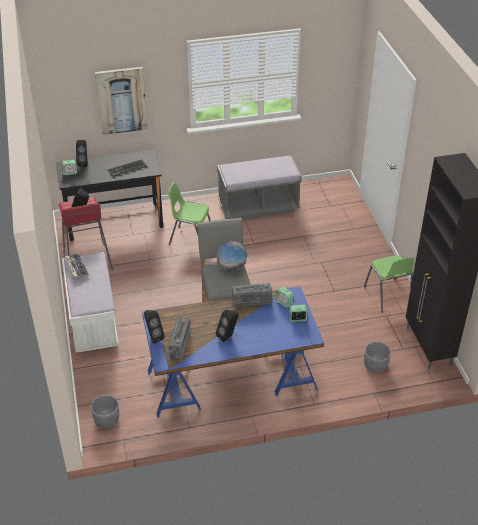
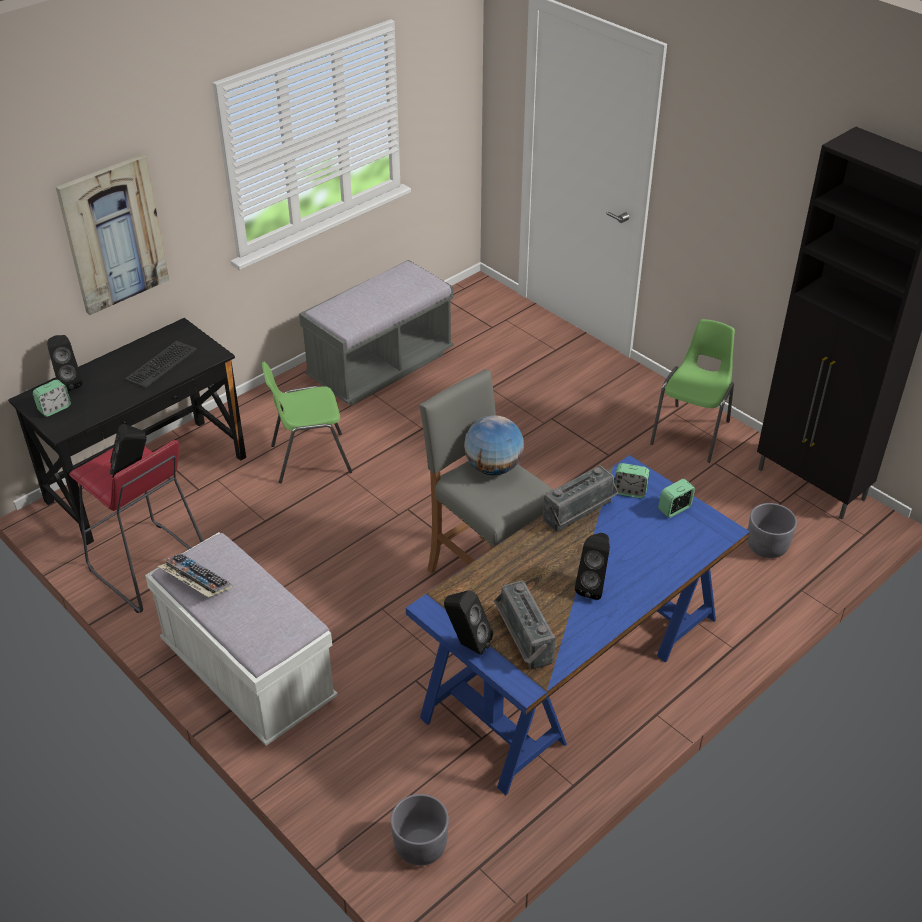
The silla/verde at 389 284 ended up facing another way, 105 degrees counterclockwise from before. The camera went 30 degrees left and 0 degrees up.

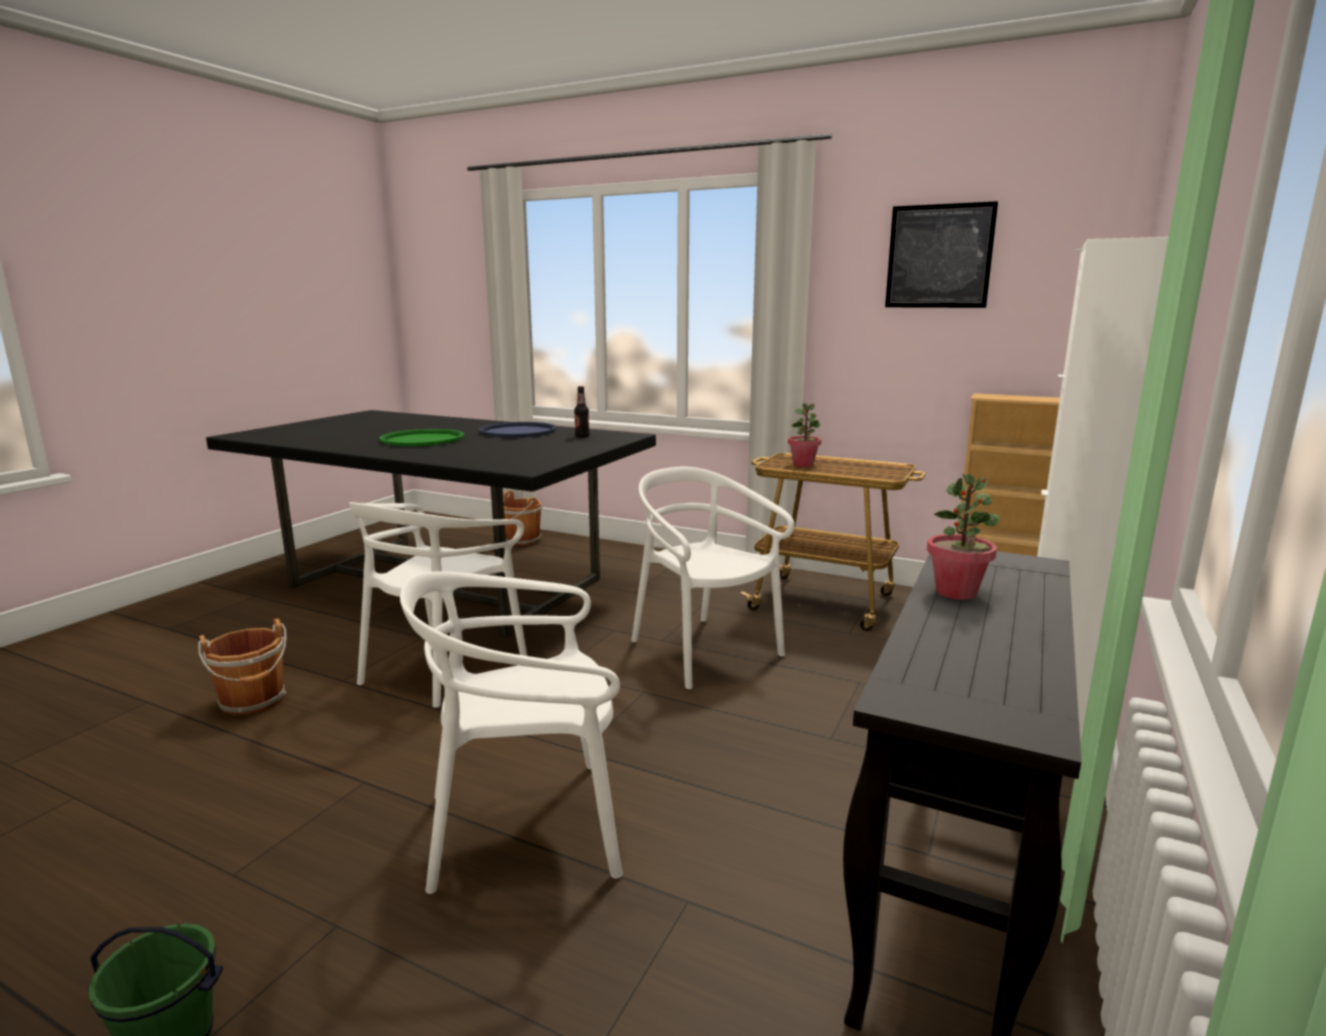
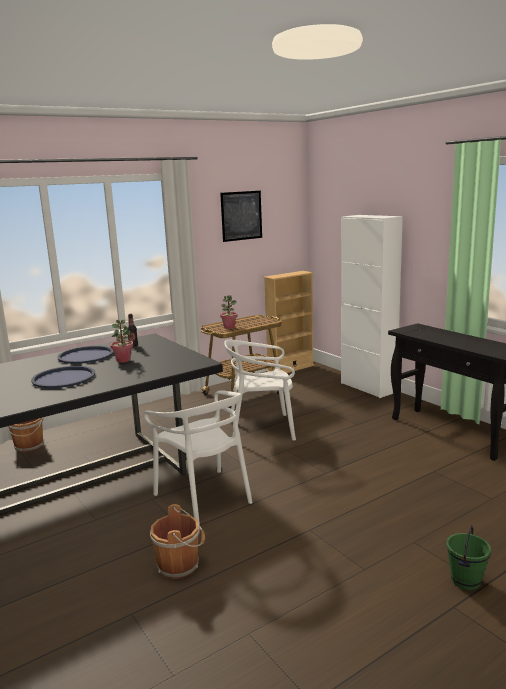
What was the bandeja/verde at 421 437 turned into the bandeja/azul at 63 377. The planta en maceta ended up elsewhere, having gone from 963 537 to 121 341. The second view lost the silla/blanco at 511 732. The camera went 60 degrees left and 0 degrees up.

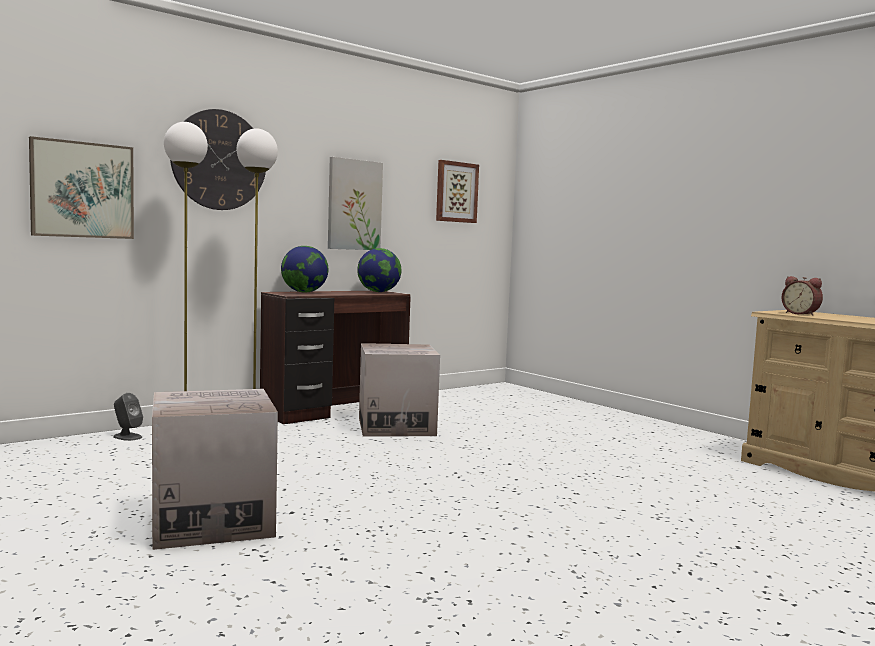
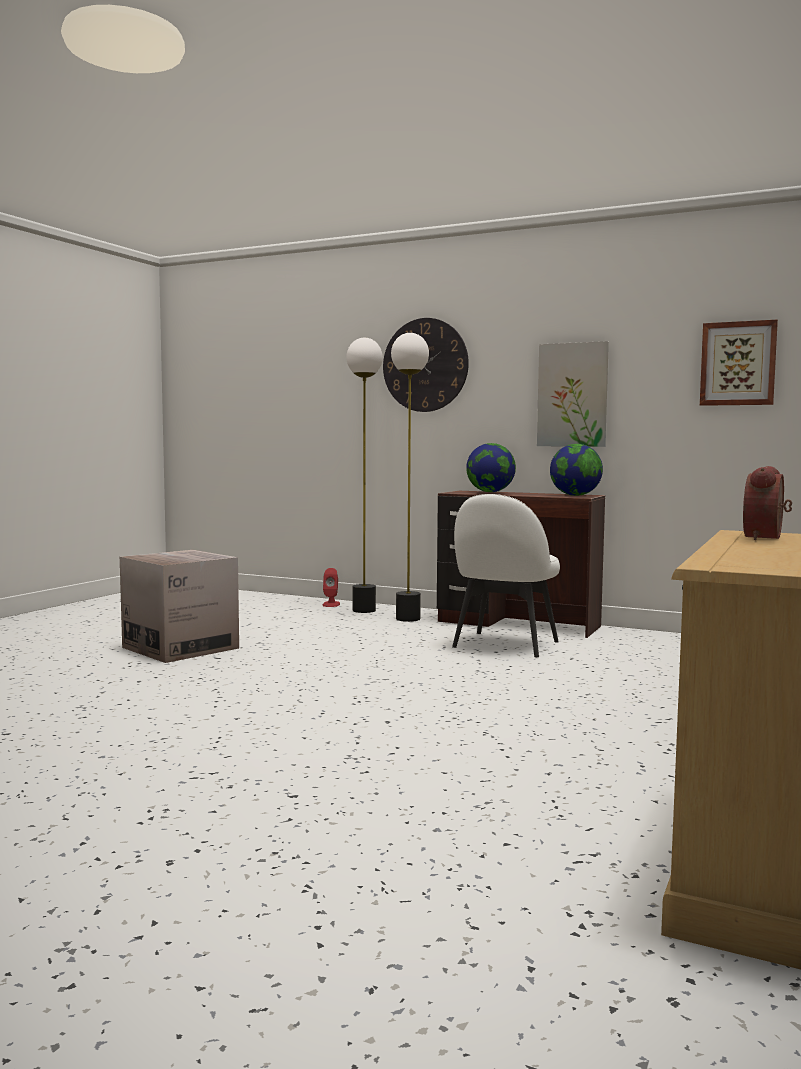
The second view lost the cuadro at 81 187. Where the caja de cartón stood at 399 390, the silla/blanco came to stand at 506 575. What was the altavoz/gris at 128 417 turned into the altavoz/rojo at 331 587. The camera went 65 degrees right and 0 degrees up.

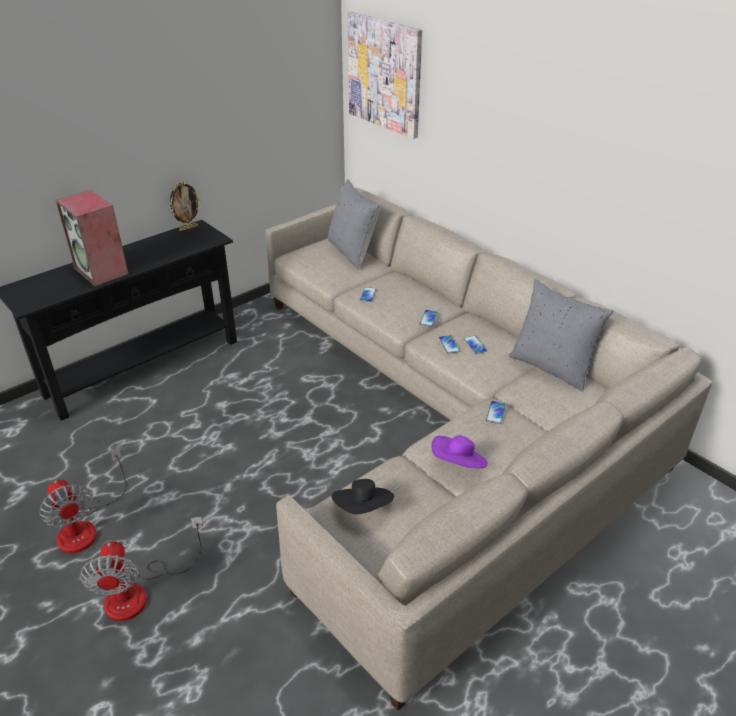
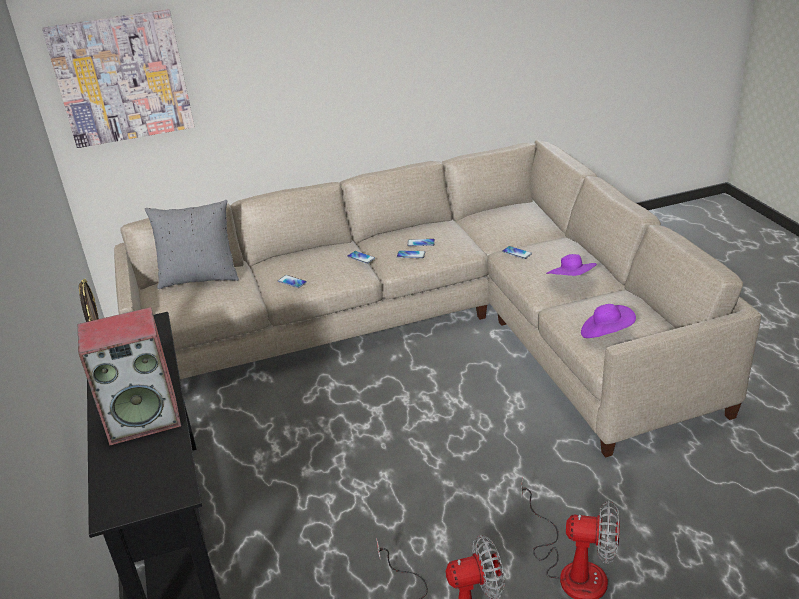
The second view lost the cojín/gris at 561 335. What was the sombrero/negro at 362 497 turned into the sombrero/morado at 608 321. The camera went 65 degrees left and 5 degrees down.

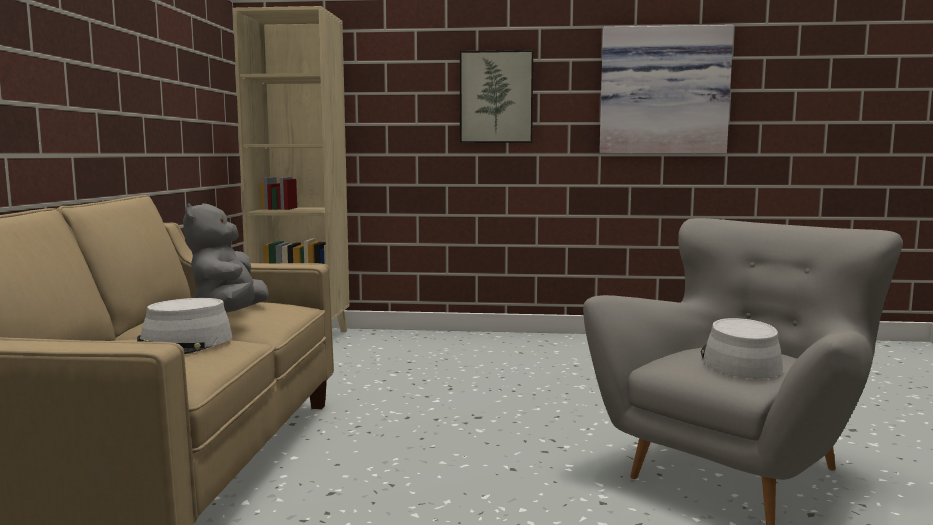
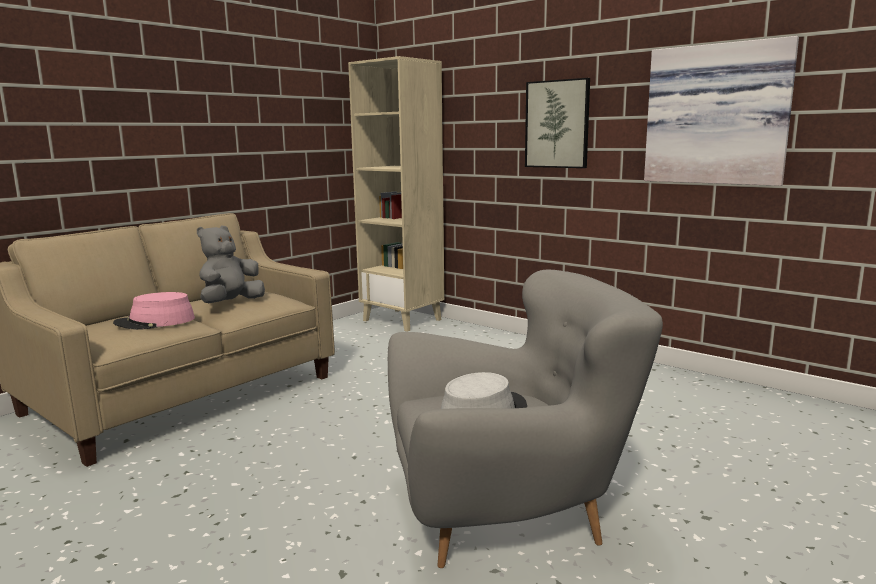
What was the sombrero/gris at 184 326 turned into the sombrero/rosa at 154 311. The camera went 35 degrees right and 5 degrees up.

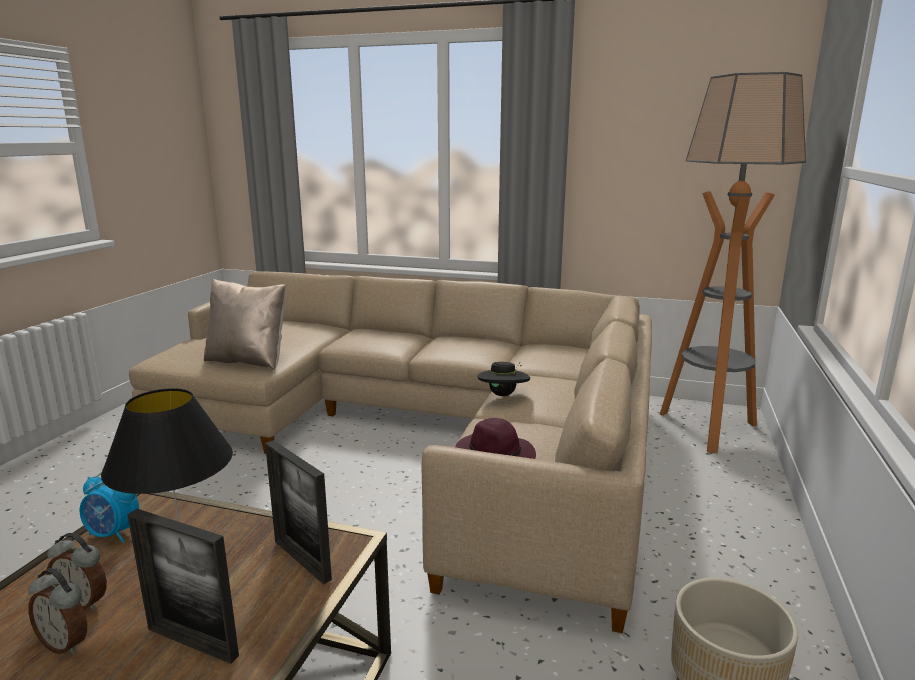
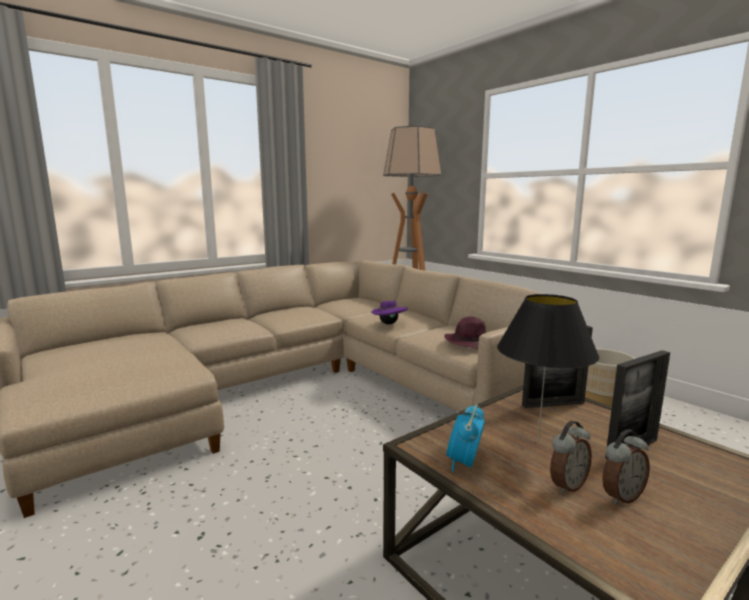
The second view lost the cojín/beis at 245 324. What was the sombrero/negro at 503 379 turned into the sombrero/morado at 389 311. The despertador at 109 507 ended up facing another way, 150 degrees clockwise from before. The camera went 55 degrees left and 5 degrees down.

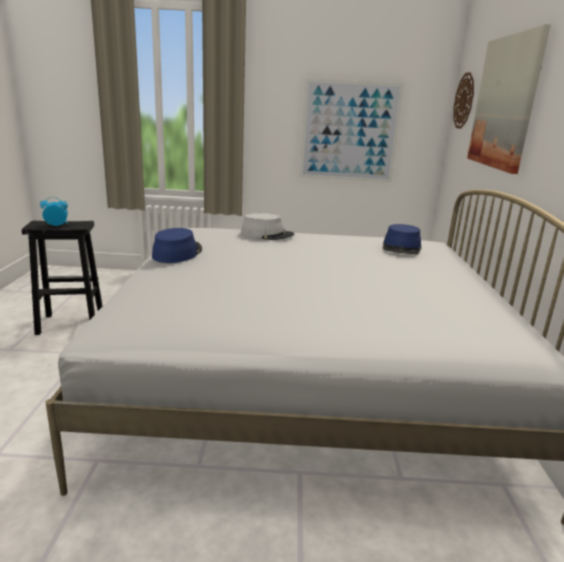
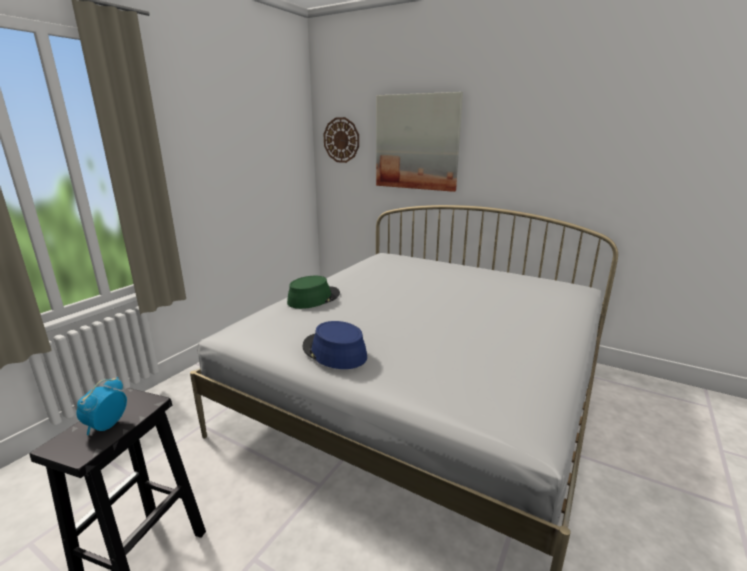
The second view lost the cuadro at 352 130. What was the sombrero/gris at 267 226 turned into the sombrero/verde at 313 292. The second view lost the sombrero/azul at 402 239. The camera went 60 degrees left and 0 degrees up.

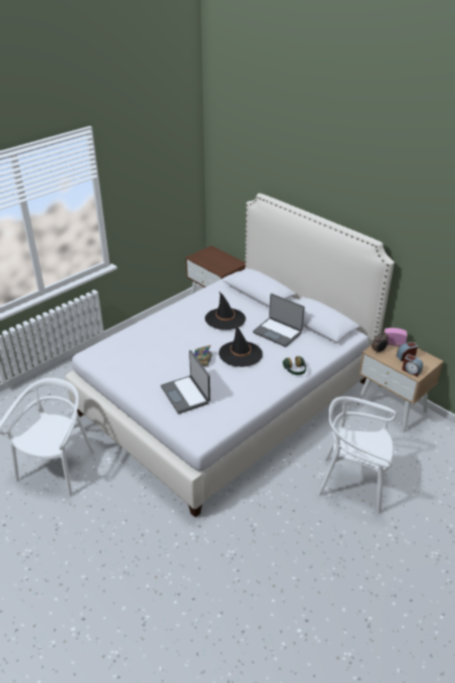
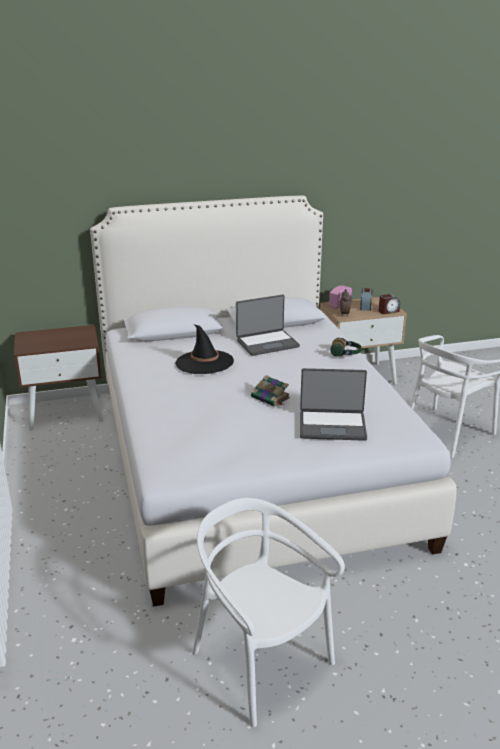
The second view lost the sombrero/negro at 241 345. The camera went 60 degrees left and 10 degrees down.

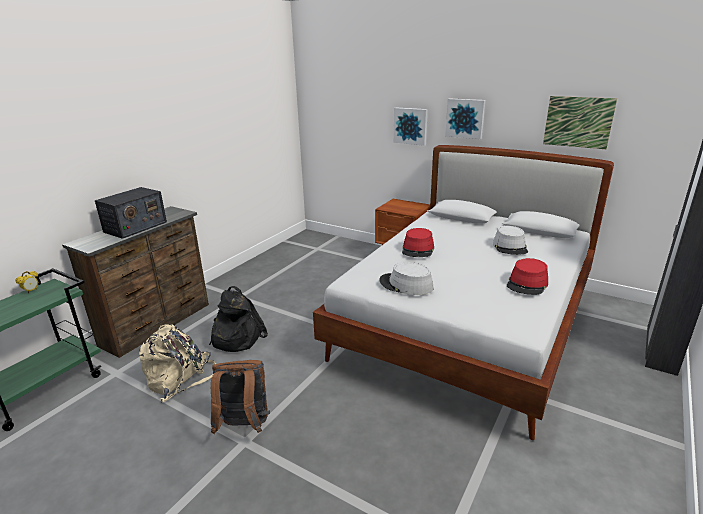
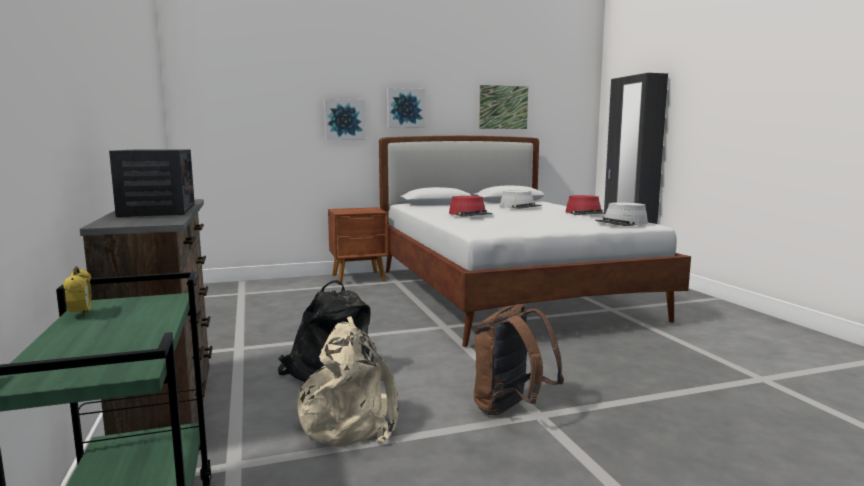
The sombrero/gris ended up elsewhere, having gone from 406 278 to 621 214. The camera went 50 degrees left and 15 degrees down.

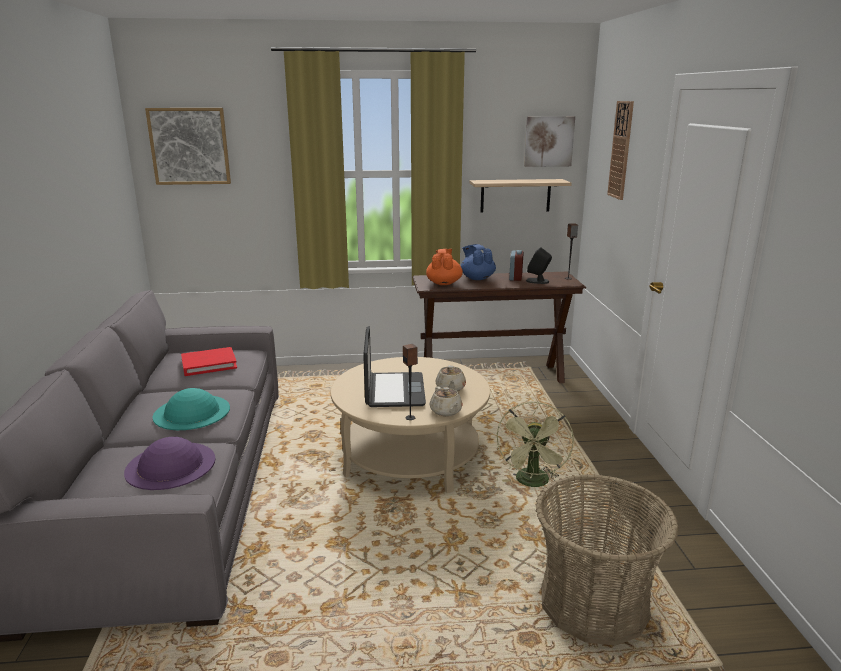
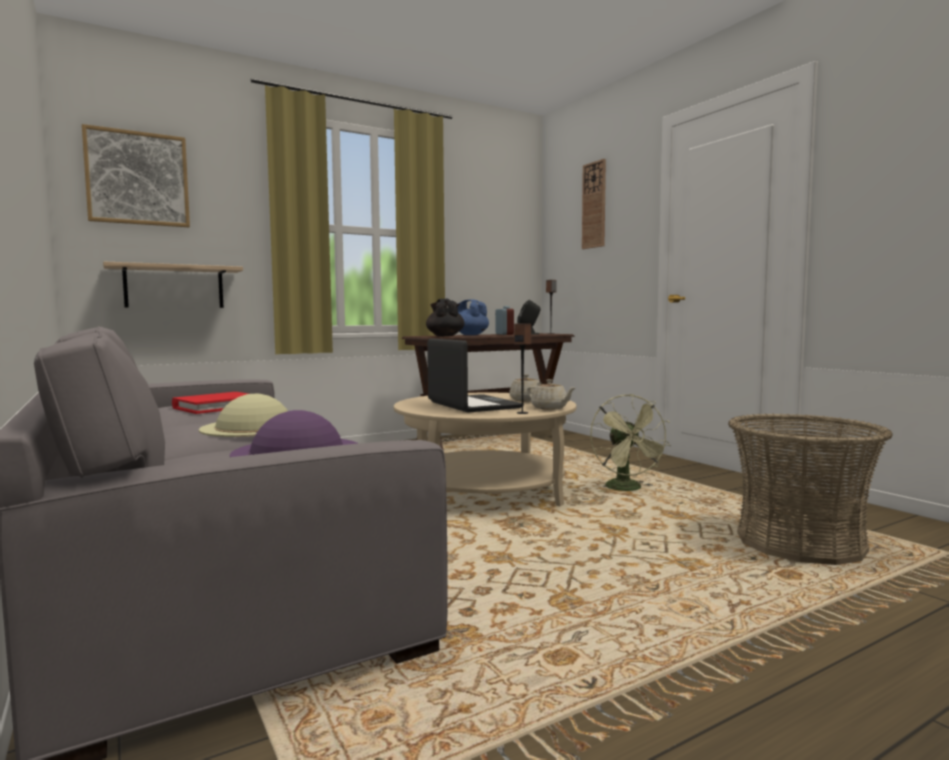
The second view lost the cuadro at 549 141. The estante ended up elsewhere, having gone from 521 196 to 173 284. What was the tetera/naranja at 444 267 turned into the tetera/negro at 445 317. What was the sombrero/turquesa at 191 409 turned into the sombrero/beis at 243 415. The camera went 25 degrees left and 15 degrees down.

